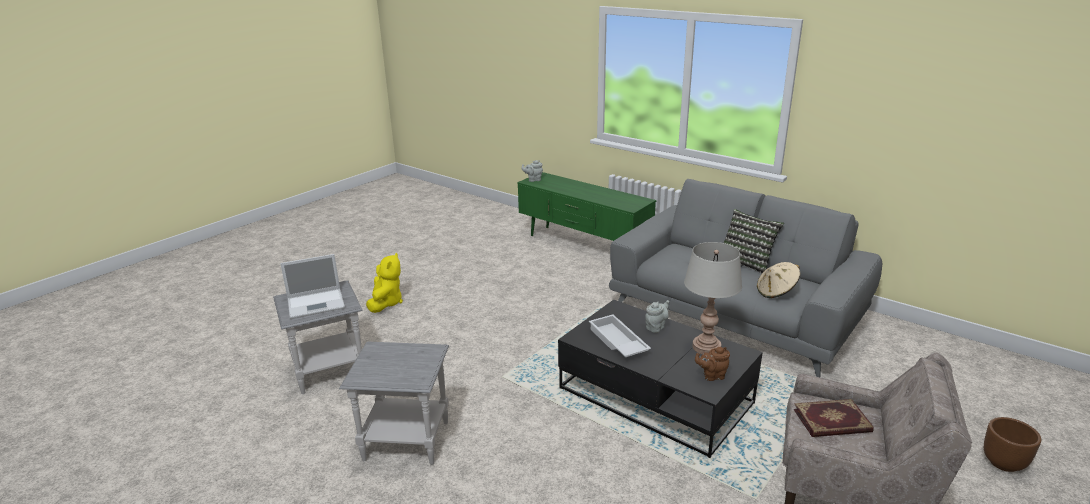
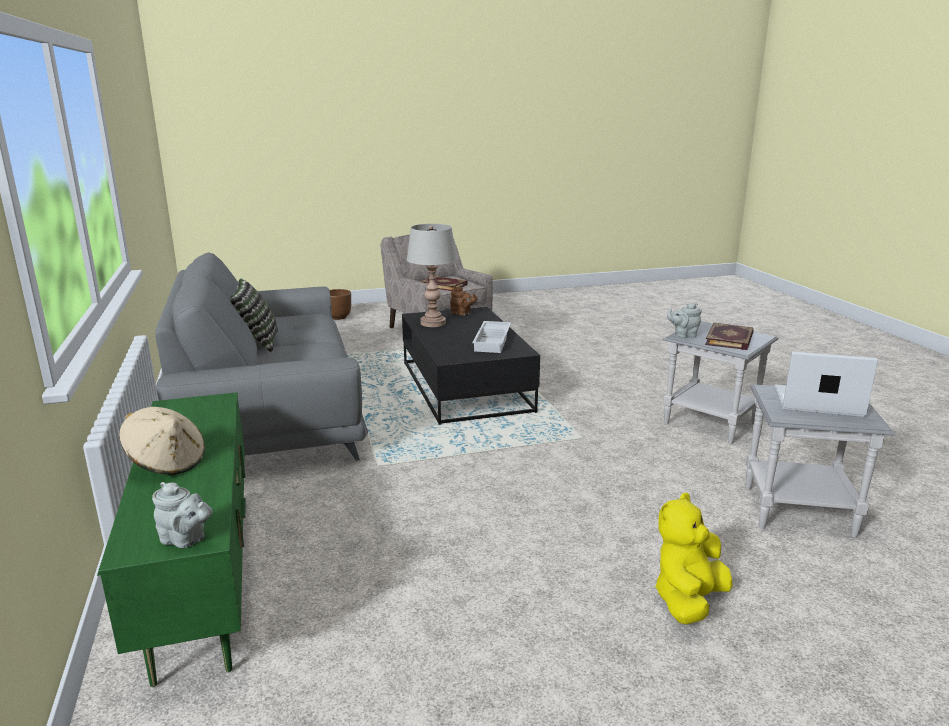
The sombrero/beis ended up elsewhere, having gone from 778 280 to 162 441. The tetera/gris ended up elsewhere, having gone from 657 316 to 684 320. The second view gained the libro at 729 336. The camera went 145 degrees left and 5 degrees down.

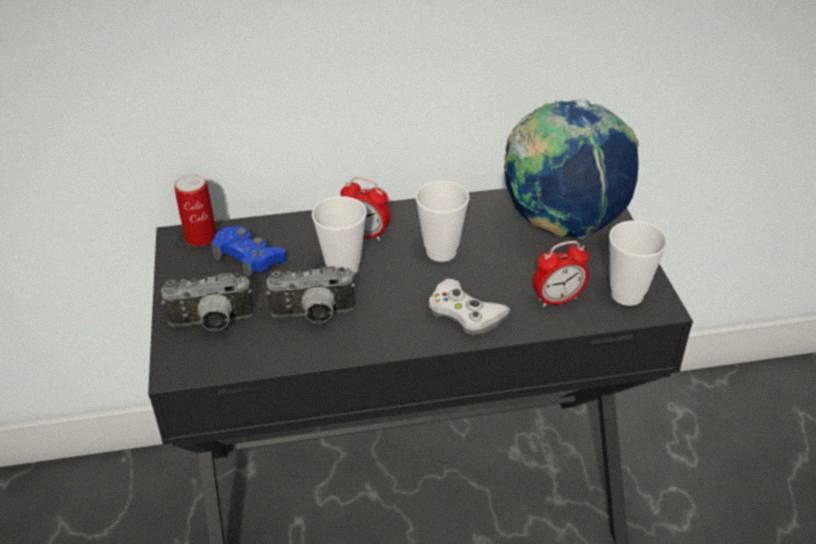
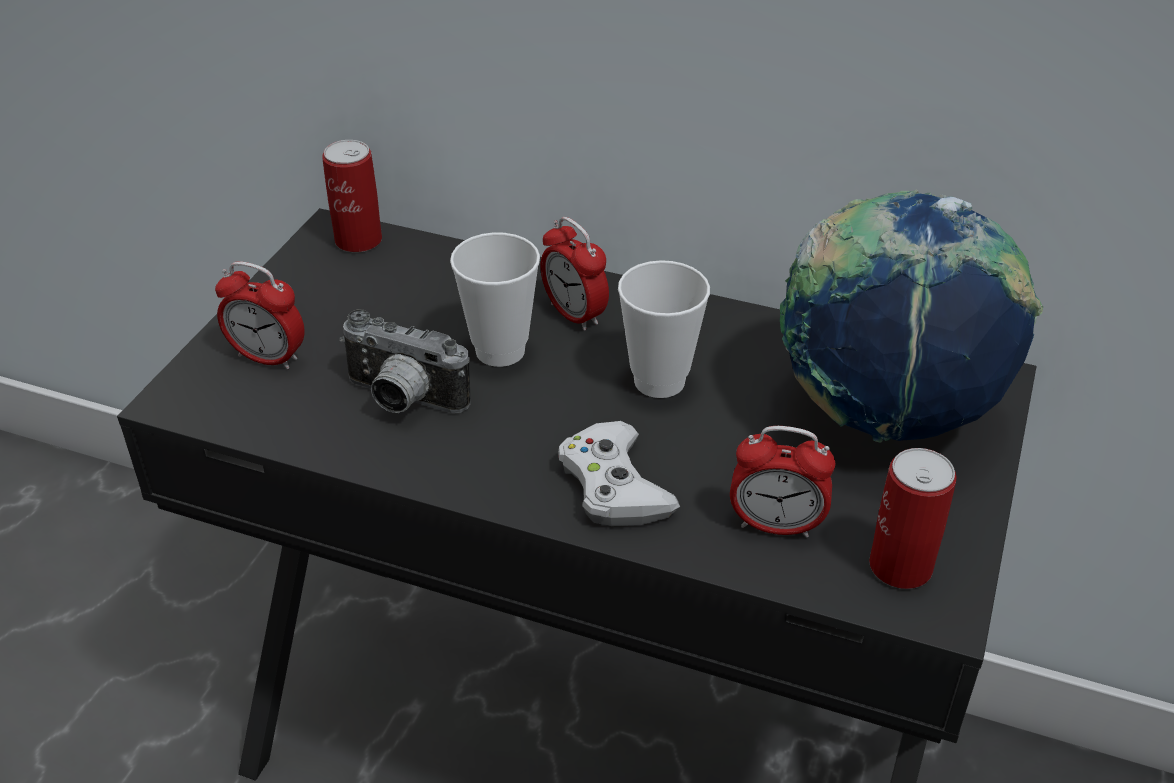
Where the taza stood at 638 263, the lata came to stand at 913 518. The second view lost the mando de consola/azul at 249 252. Where the cámara stood at 207 302, the despertador came to stand at 260 315. The camera went 30 degrees right and 0 degrees up.

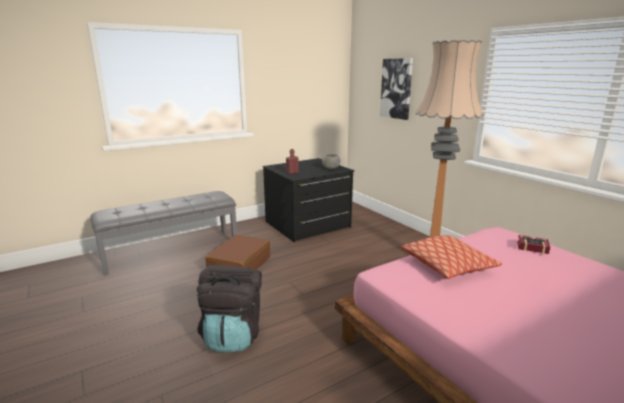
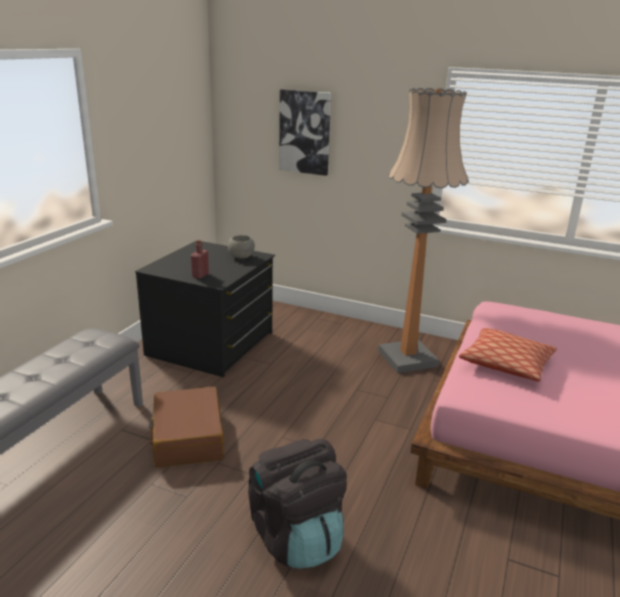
The second view lost the libro at 533 244. The camera went 35 degrees left and 5 degrees up.

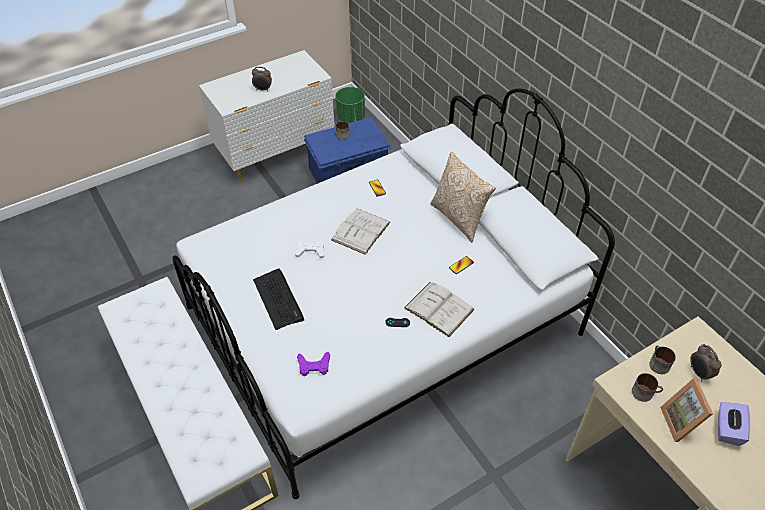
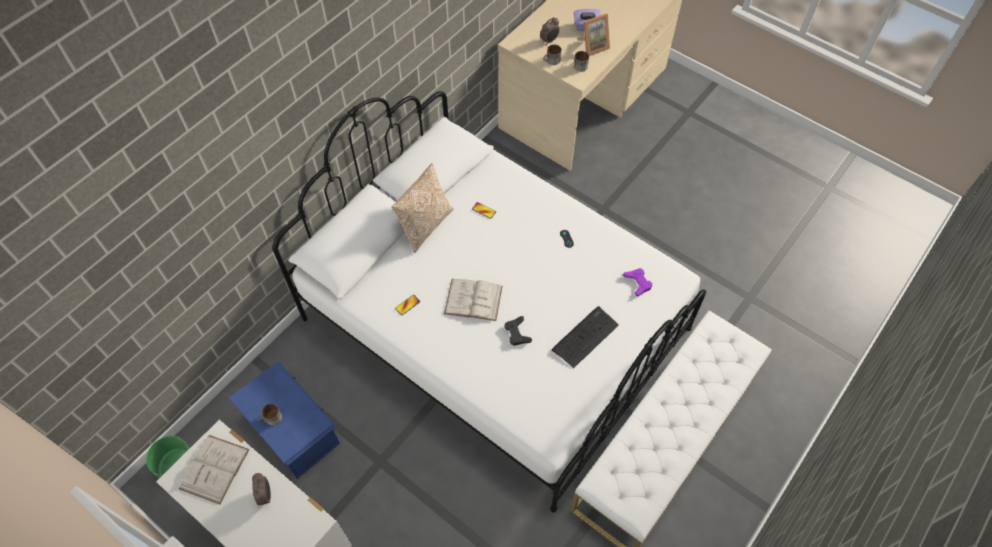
What was the mando de consola/blanco at 309 249 turned into the mando de consola/negro at 518 331. The libro/blanco ended up elsewhere, having gone from 439 309 to 214 469. The camera went 110 degrees left and 10 degrees up.

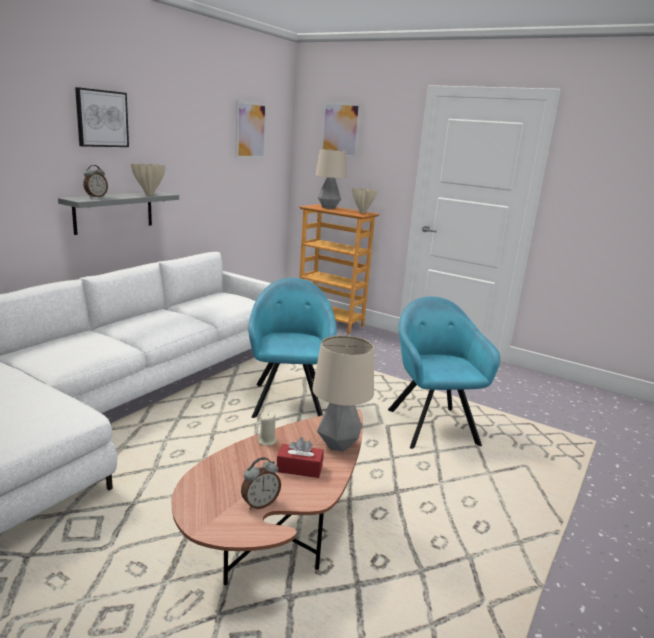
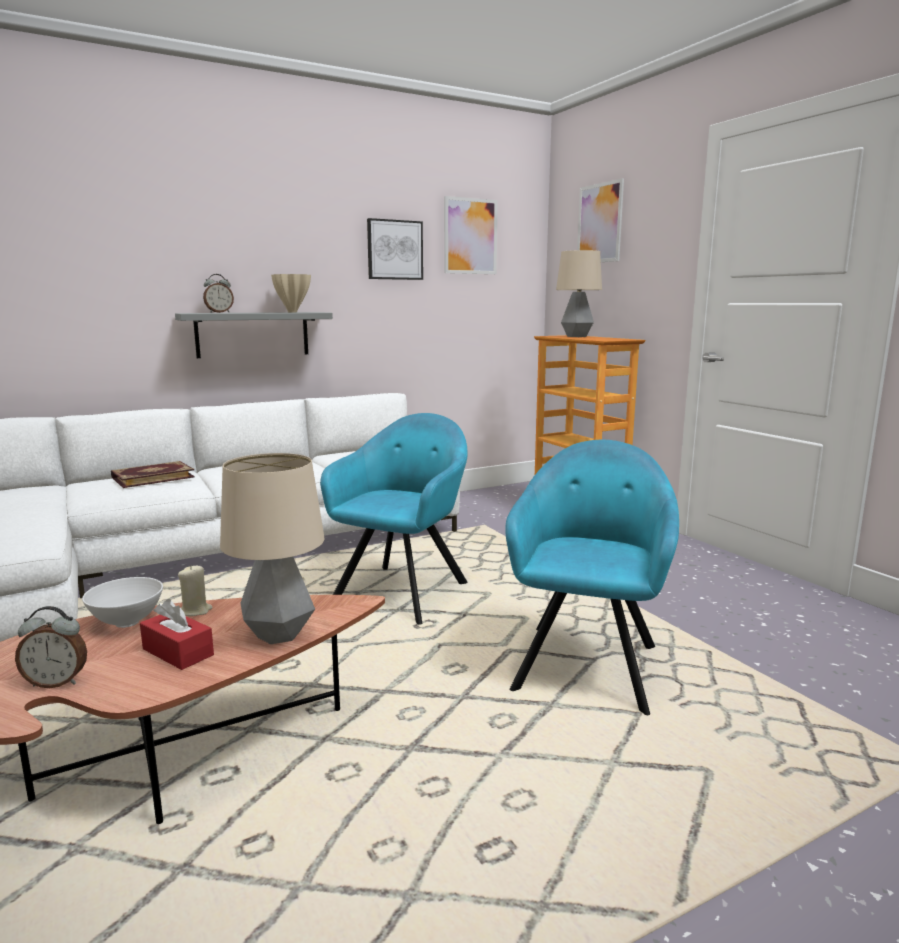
The cuadro ended up elsewhere, having gone from 102 117 to 395 249. The second view lost the florero/beis at 364 200. The second view gained the libro at 153 474. The second view gained the cuenco/blanco at 122 602. The camera went 30 degrees right and 5 degrees down.

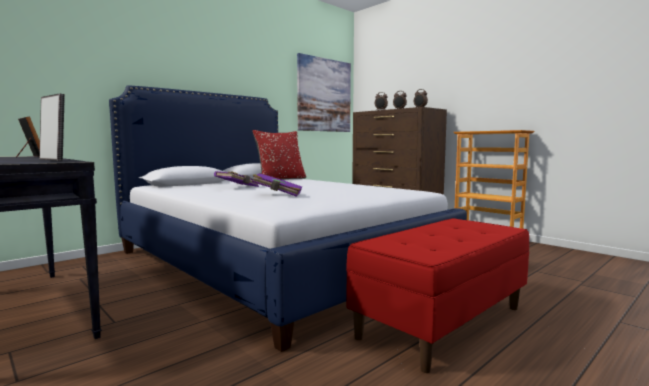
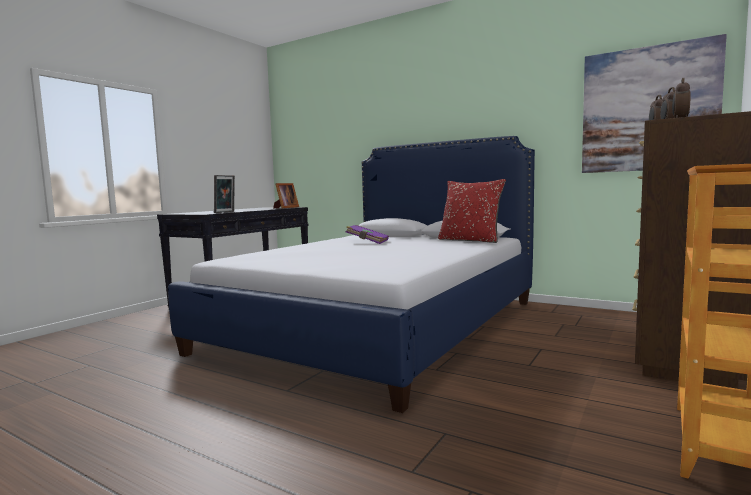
The second view lost the libro/morado at 277 185. The second view lost the banco/rojo at 437 295. The camera went 75 degrees right and 0 degrees up.

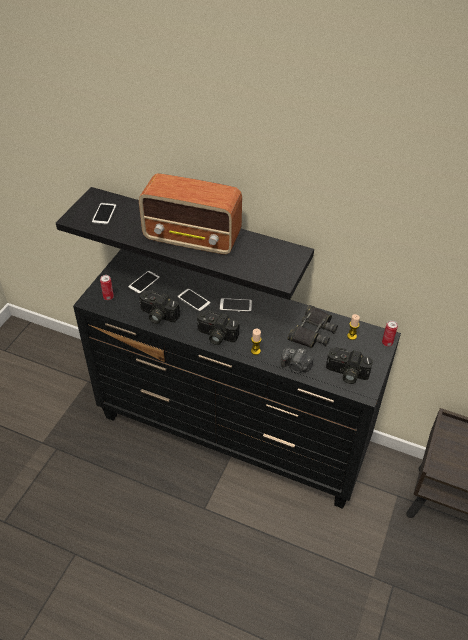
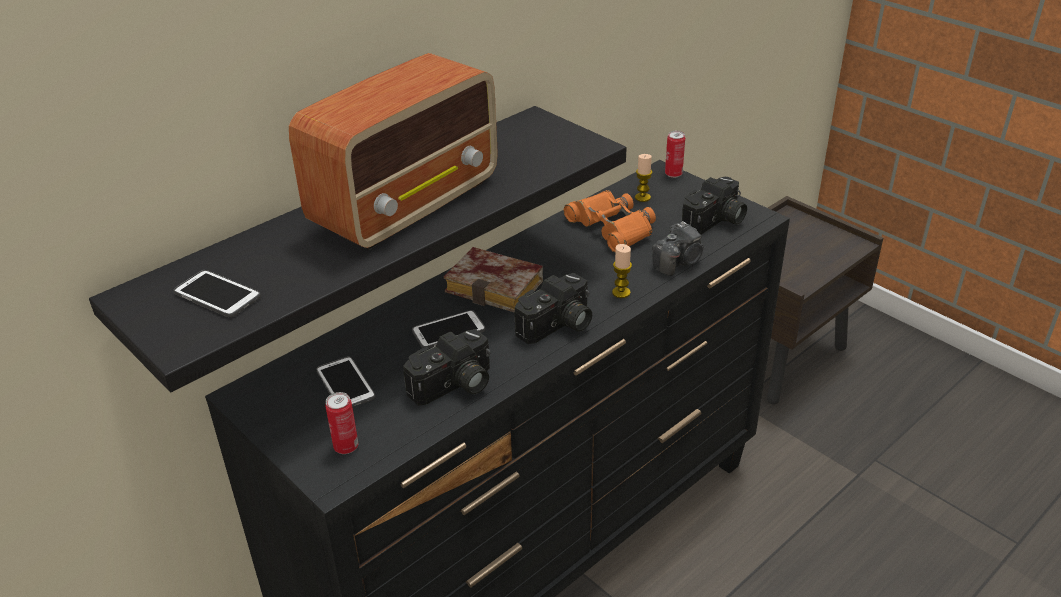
Where the móvil stood at 236 305, the libro came to stand at 493 280. What was the prismáticos/negro at 313 326 turned into the prismáticos/naranja at 610 221. The camera went 65 degrees left and 10 degrees down.

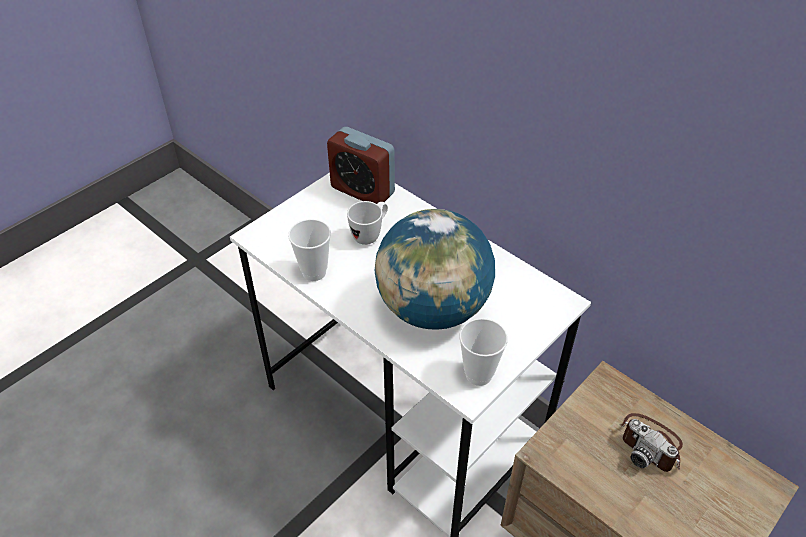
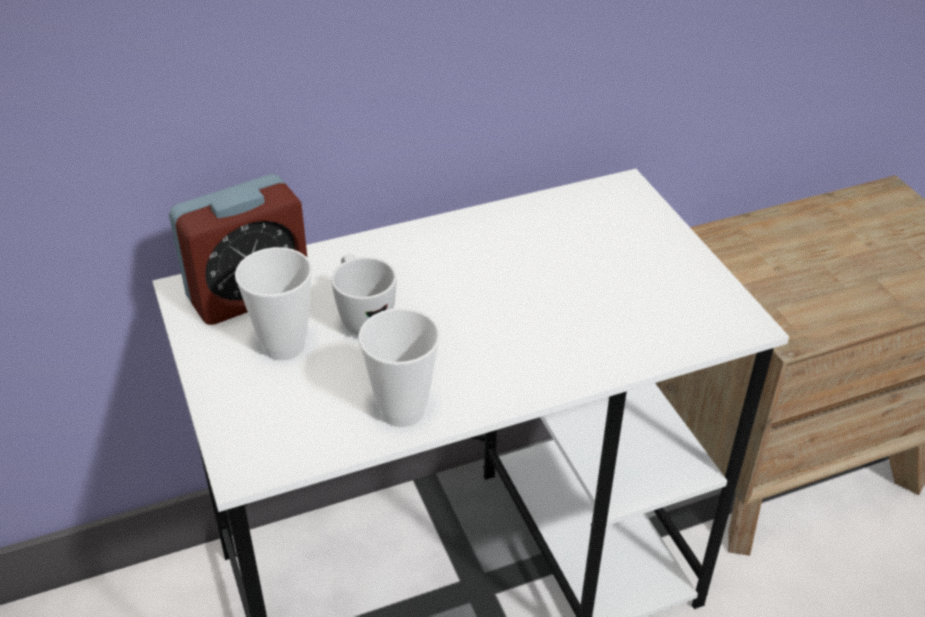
The second view lost the globo terráqueo at 434 269. The taza ended up elsewhere, having gone from 483 352 to 273 303. The second view lost the cámara at 651 442. The camera went 65 degrees left and 5 degrees down.

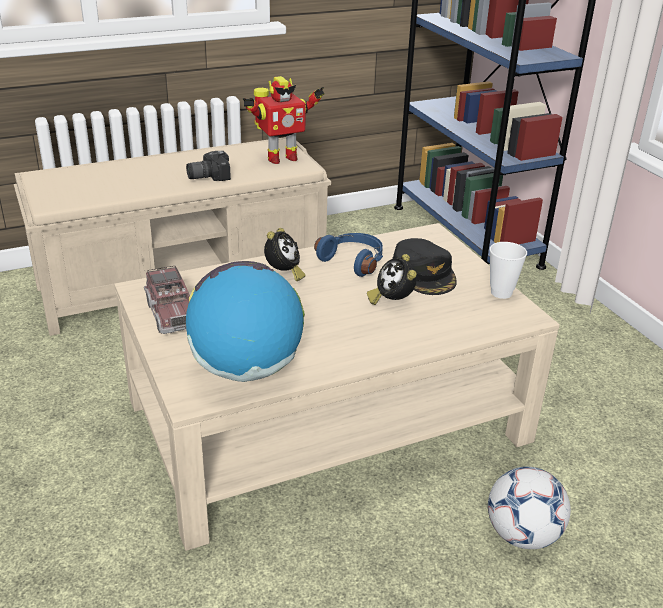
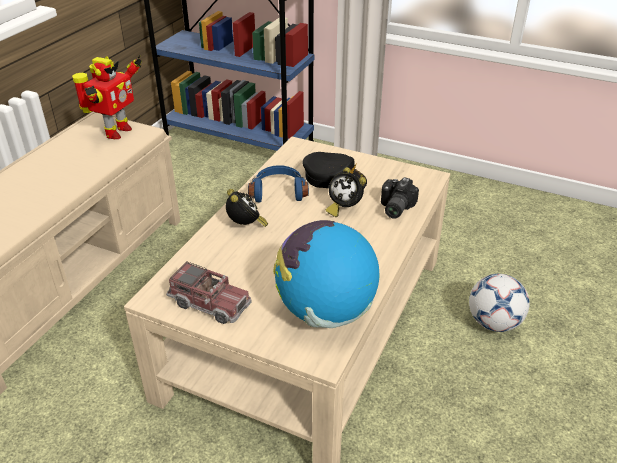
The cámara ended up elsewhere, having gone from 208 165 to 400 198. The second view lost the taza at 508 270. The camera went 40 degrees left and 5 degrees up.

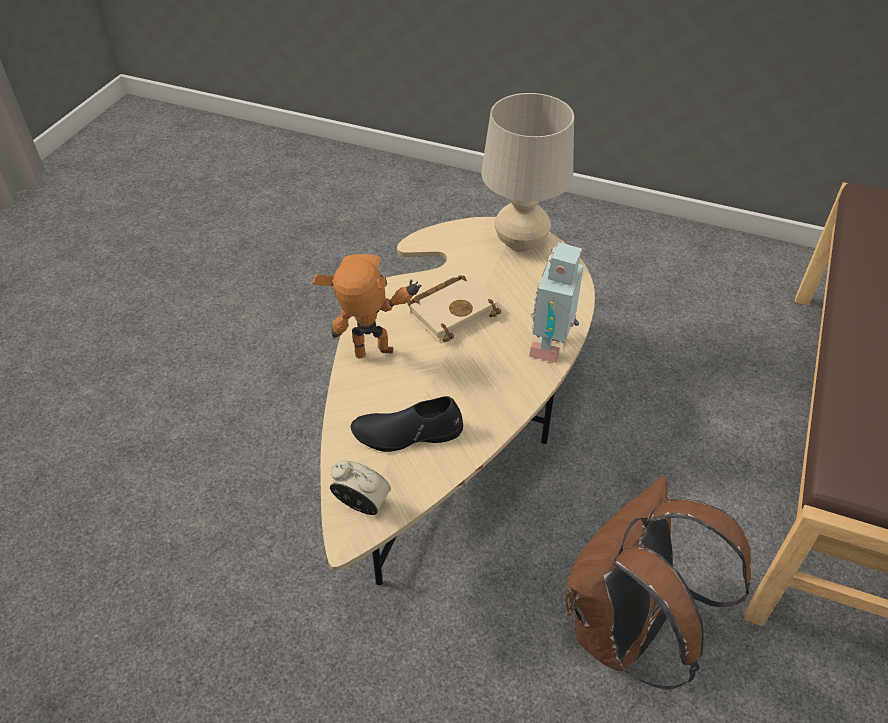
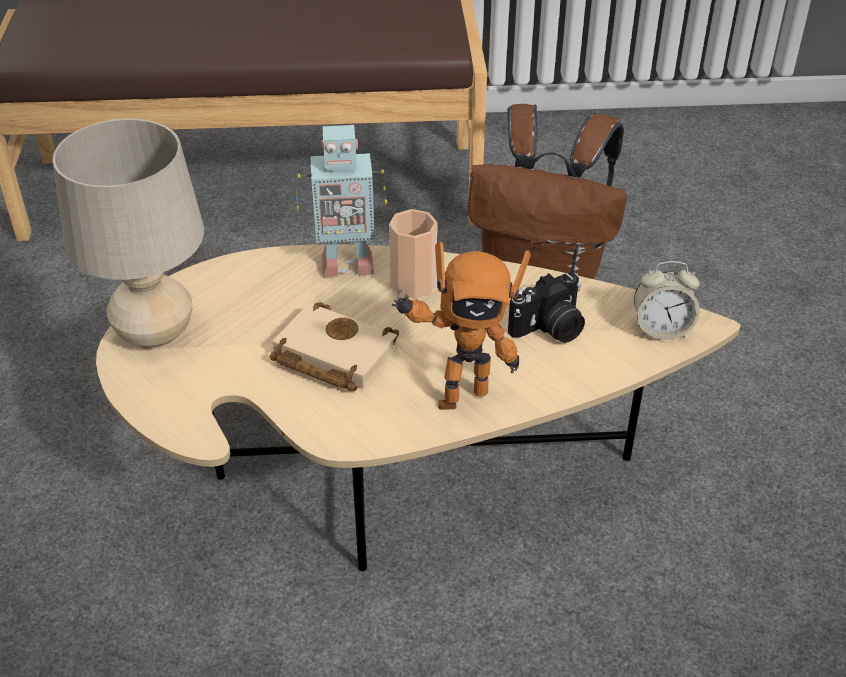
The robot de juguete at 367 306 ended up facing another way, 75 degrees counterclockwise from before. Where the zapato/negro stood at 407 424, the cámara came to stand at 546 307. The despertador at 360 487 ended up facing another way, 90 degrees counterclockwise from before. The second view gained the taza at 413 254. The camera went 115 degrees left and 5 degrees down.

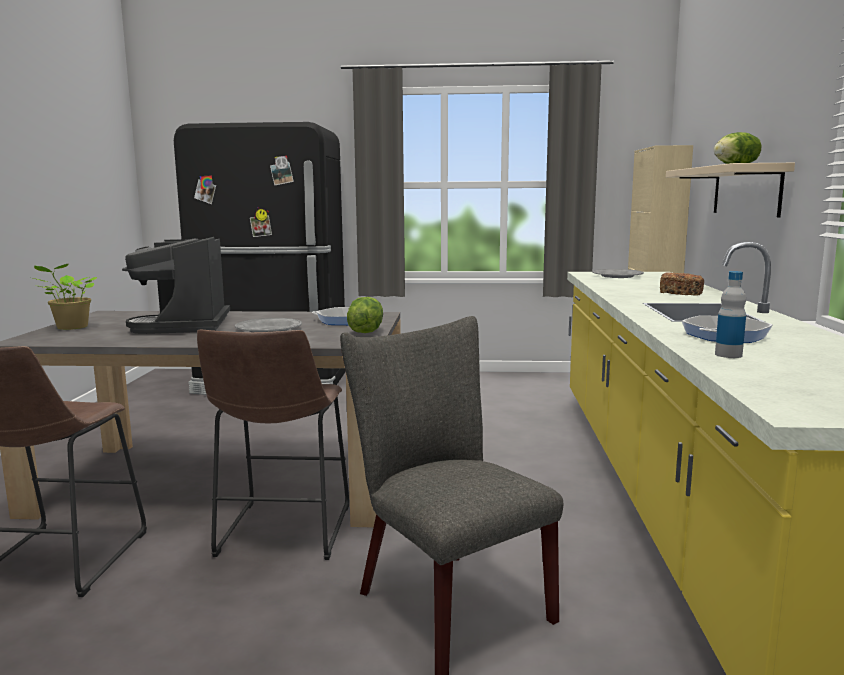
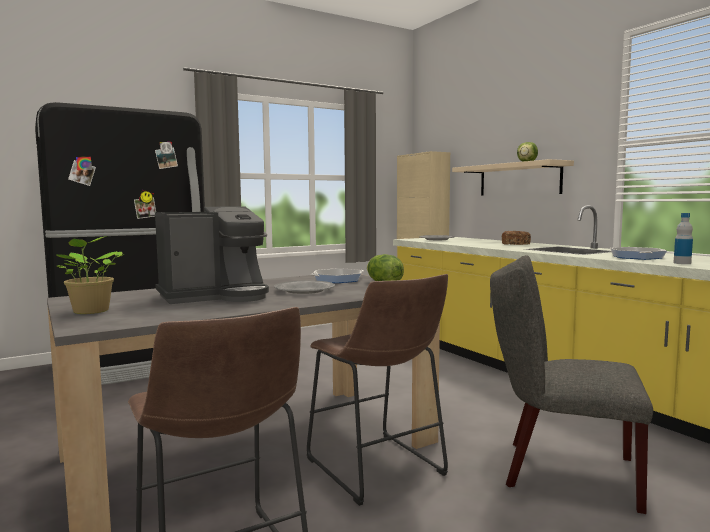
The cafetera at 176 285 ended up facing another way, 75 degrees counterclockwise from before. The camera went 35 degrees left and 5 degrees down.

